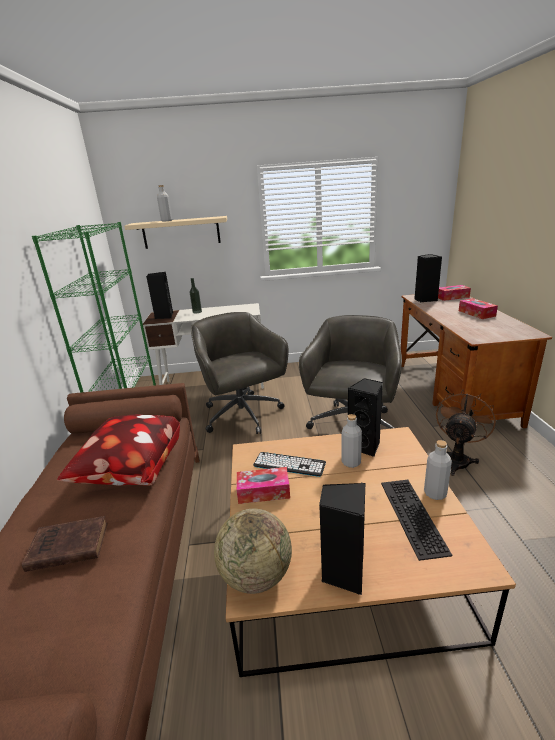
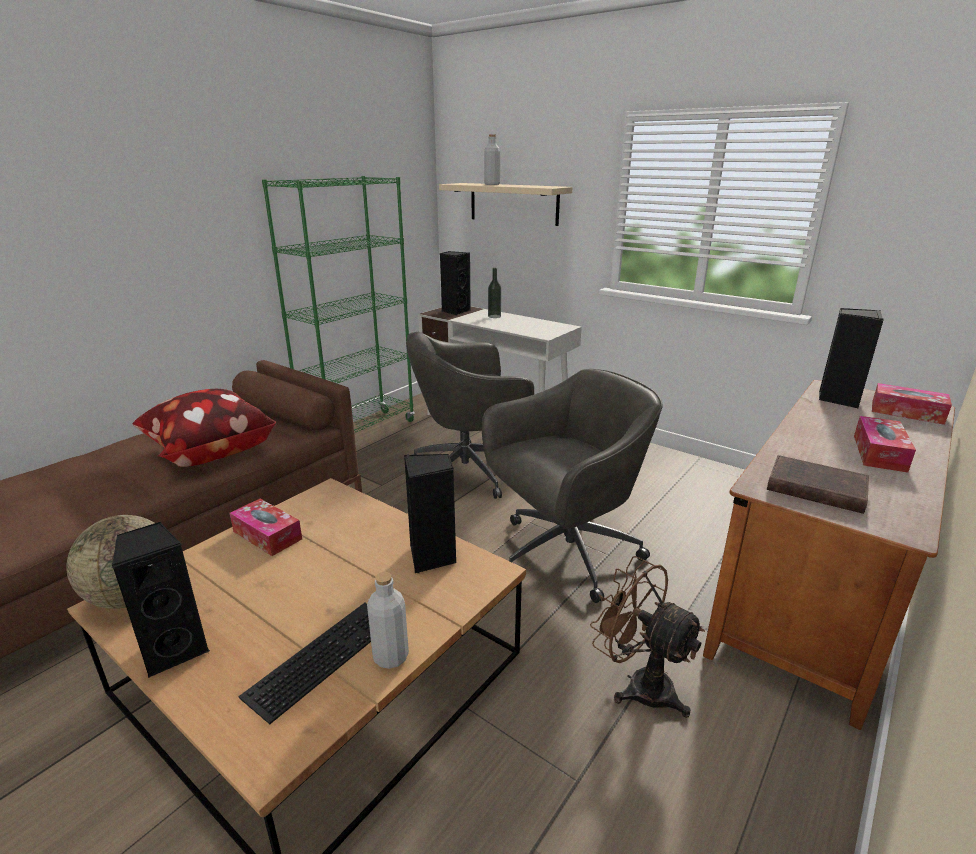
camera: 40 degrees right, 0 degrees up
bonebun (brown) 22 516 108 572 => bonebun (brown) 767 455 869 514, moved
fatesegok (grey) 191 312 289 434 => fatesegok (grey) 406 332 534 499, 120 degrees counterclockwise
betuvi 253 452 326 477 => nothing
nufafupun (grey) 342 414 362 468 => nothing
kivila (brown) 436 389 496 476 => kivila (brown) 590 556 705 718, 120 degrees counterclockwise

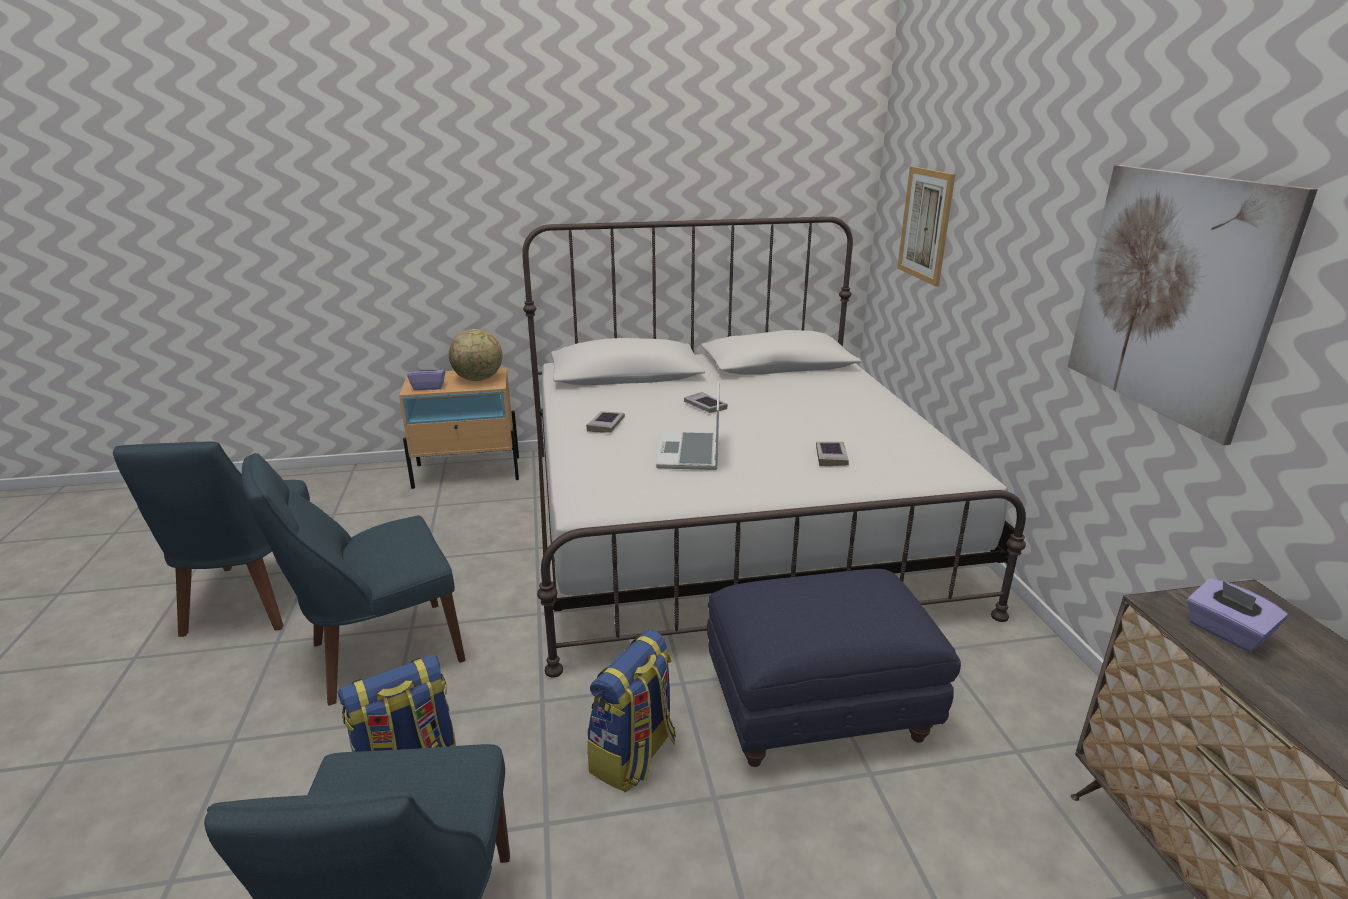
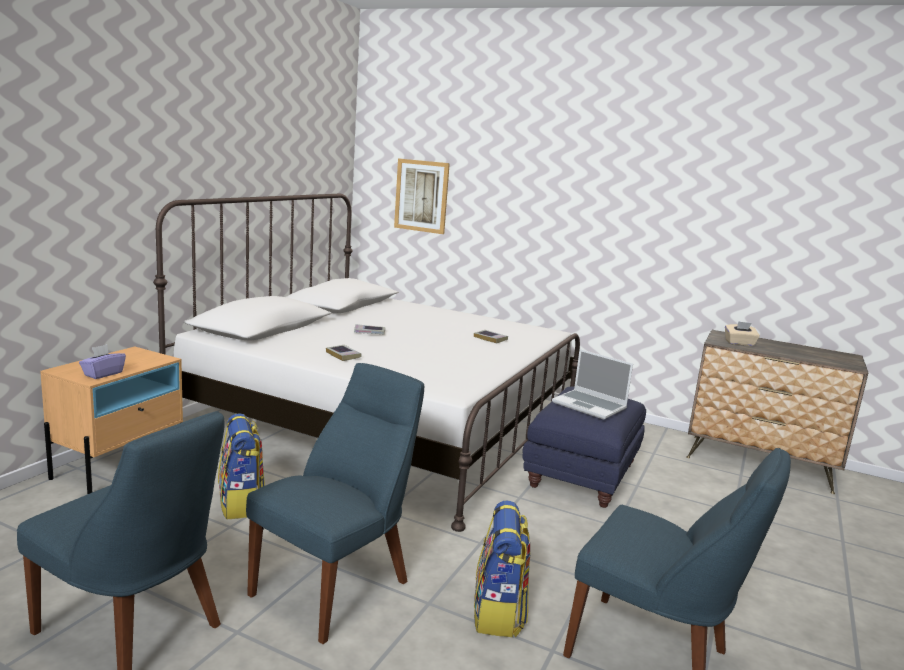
camera: 55 degrees left, 10 degrees down
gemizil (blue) 242 453 466 706 => gemizil (blue) 246 363 424 644, 150 degrees counterclockwise
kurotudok 449 329 502 381 => nothing
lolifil 587 630 676 792 => lolifil 218 413 265 519, moved
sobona 656 381 720 470 => sobona 552 349 633 420, moved
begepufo 1068 165 1318 445 => nothing
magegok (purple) 1187 578 1288 652 => magegok (beige) 725 321 760 346

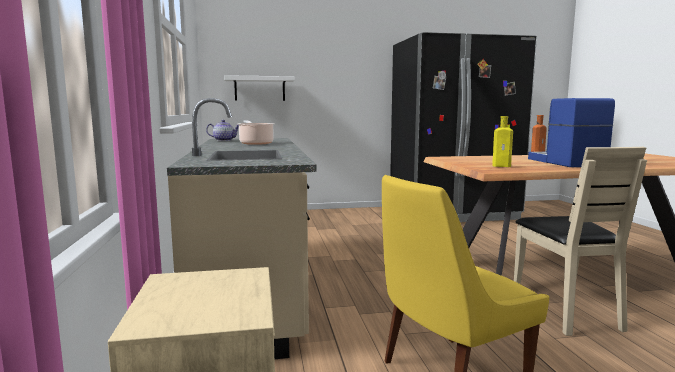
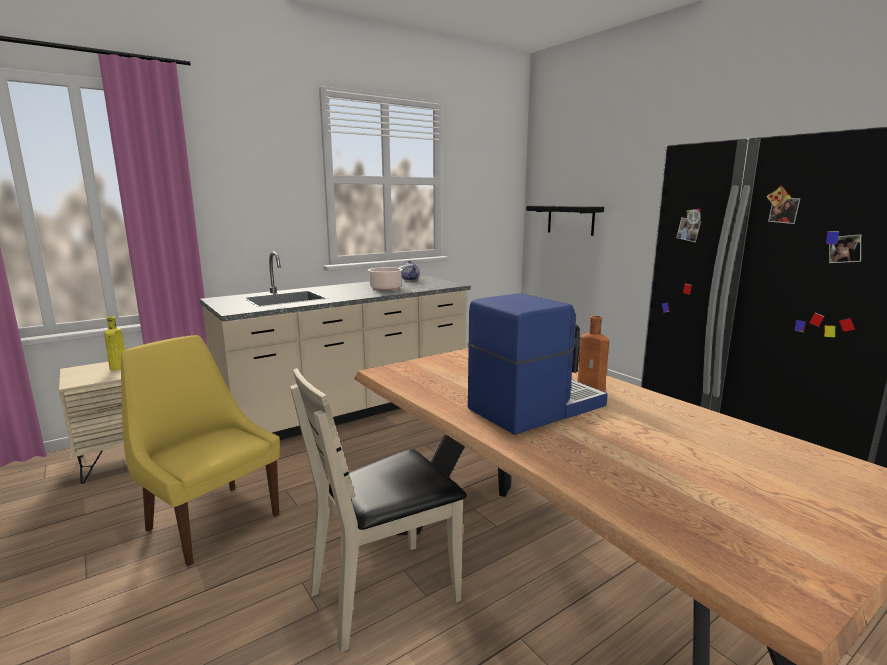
camera: 65 degrees right, 5 degrees up
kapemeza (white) 224 75 295 101 => kapemeza (black) 526 206 604 236
nufafupun (yellow) 492 116 513 167 => nufafupun (yellow) 104 316 125 370, moved

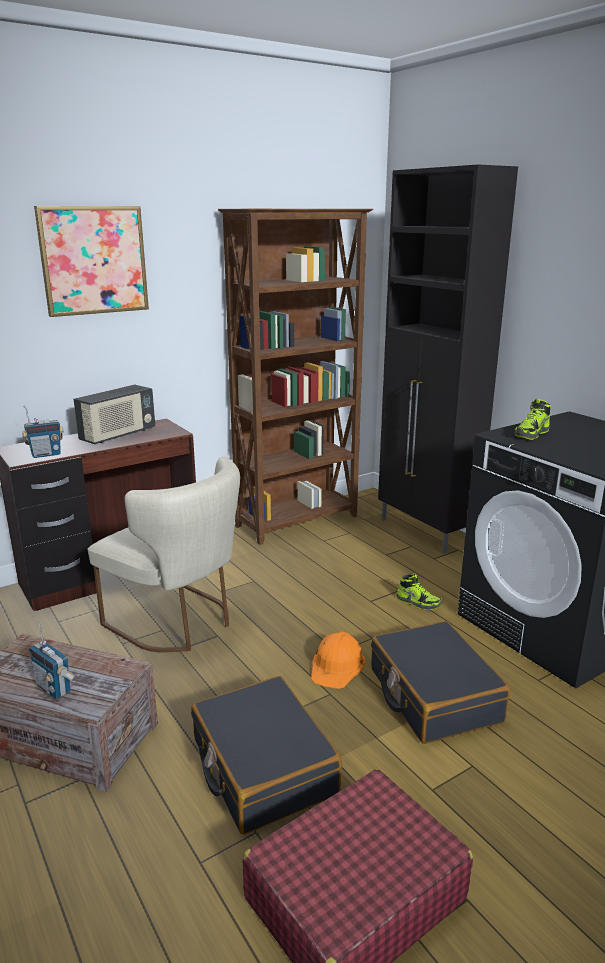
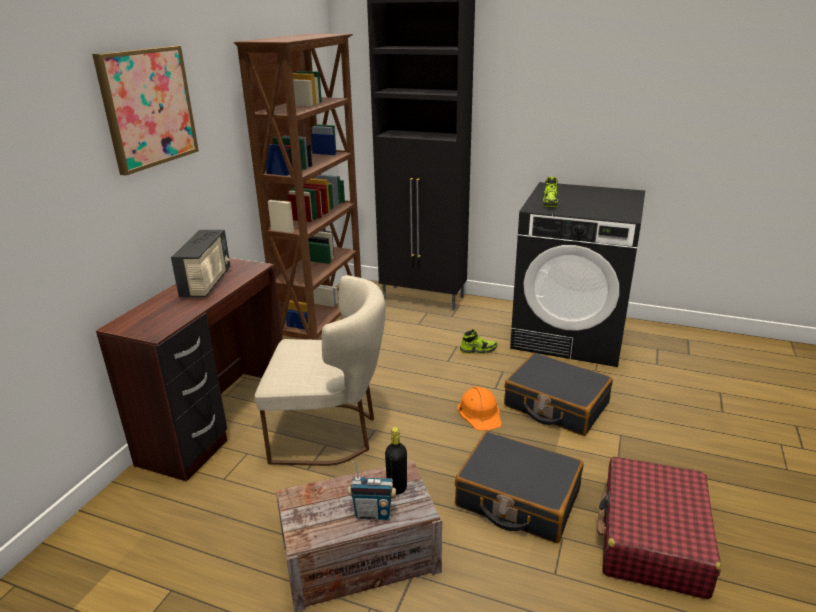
camera: 35 degrees left, 5 degrees up
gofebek 22 406 64 458 => nothing
nothing => nufafupun (black) 385 427 407 494

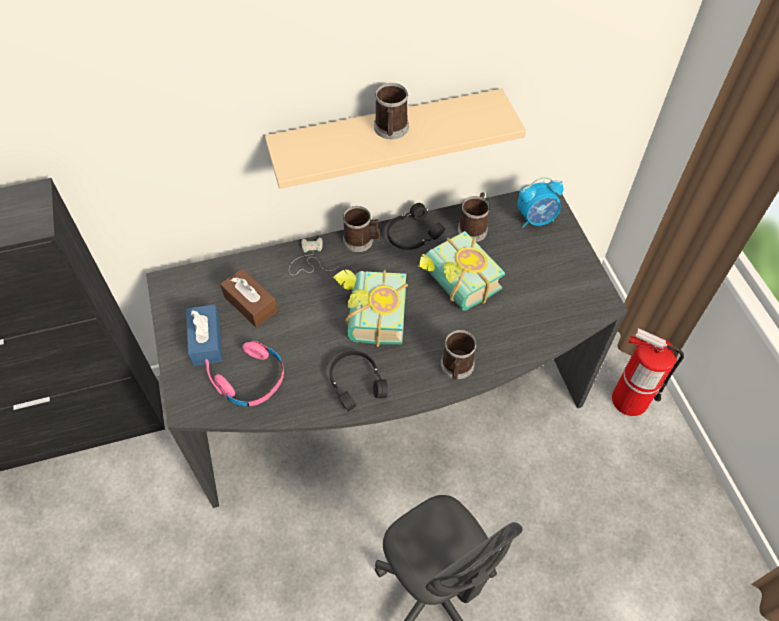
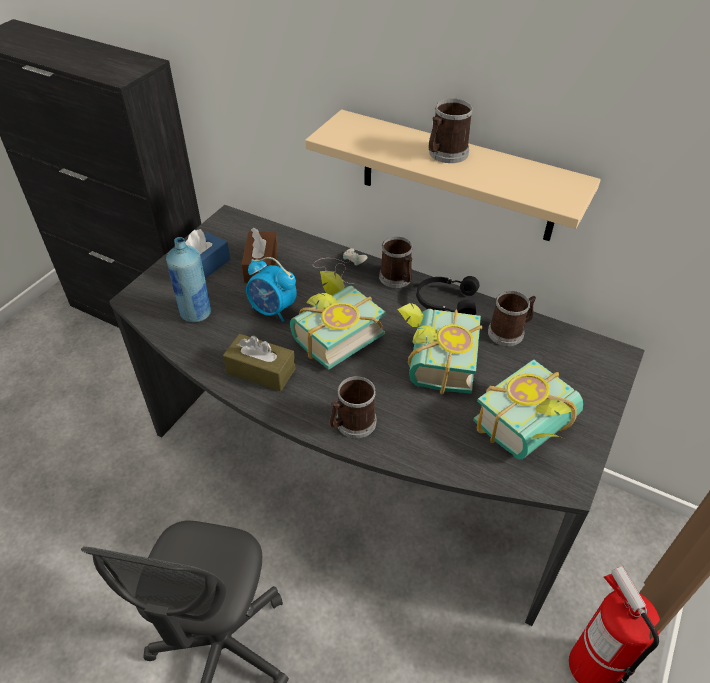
camera: 45 degrees right, 10 degrees down
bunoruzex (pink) 205 341 284 407 => nufafupun (blue) 166 237 211 323
bunoruzex (black) 329 351 388 412 => magegok (brown) 223 334 296 391
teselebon 517 177 563 228 => teselebon 246 257 297 321, moved
nothing => bonebun 473 359 583 459

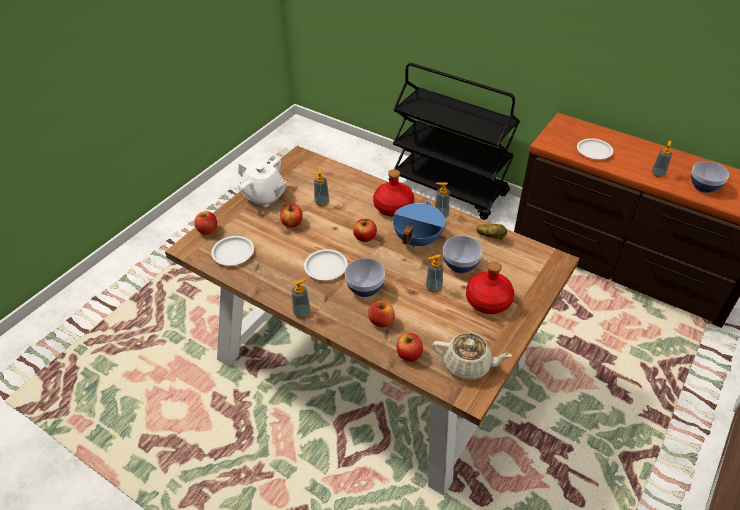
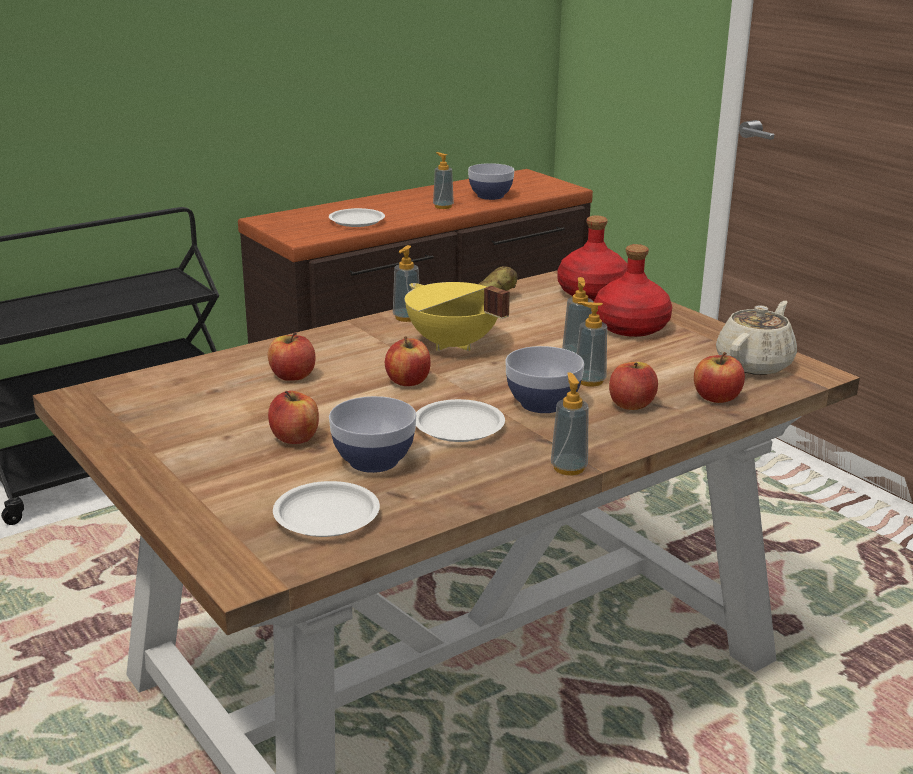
camera: 70 degrees left, 20 degrees down
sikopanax 194 211 217 235 => sikopanax 268 332 315 381, moved
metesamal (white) 238 158 287 207 => nothing
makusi 314 167 329 206 => makusi 577 302 607 387, moved
nufafupun (red) 373 169 414 217 => nufafupun (red) 558 215 627 301, moved
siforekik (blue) 393 200 445 247 => siforekik (yellow) 405 282 510 351
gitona 443 236 482 273 => gitona 329 396 416 473, moved

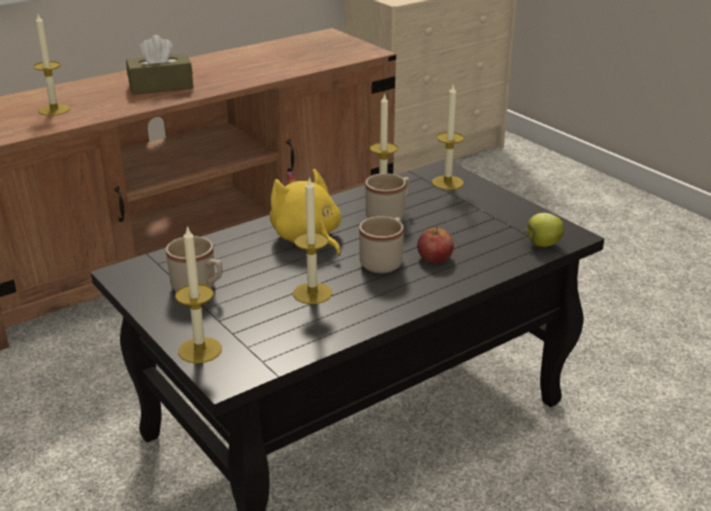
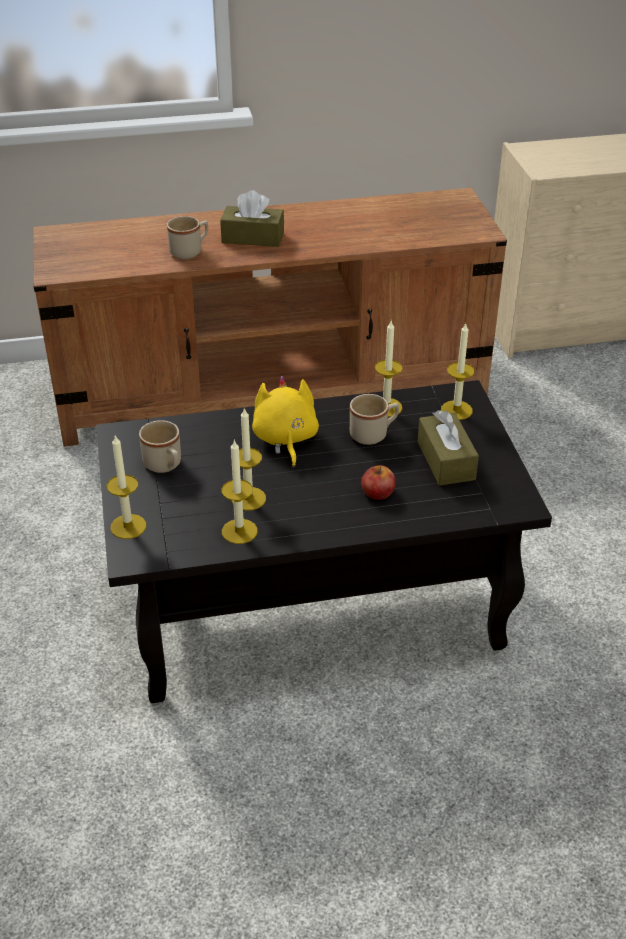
camera: 25 degrees right, 10 degrees up
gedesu 33 14 70 116 => gedesu 222 439 257 544, moved
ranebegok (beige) 359 216 404 273 => ranebegok (beige) 167 216 208 259, moved
sikopanax 525 213 564 247 => nothing
nothing => magegok (brown) 418 410 479 486

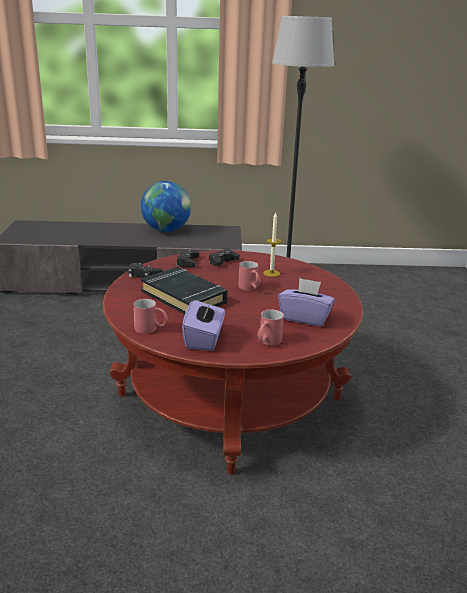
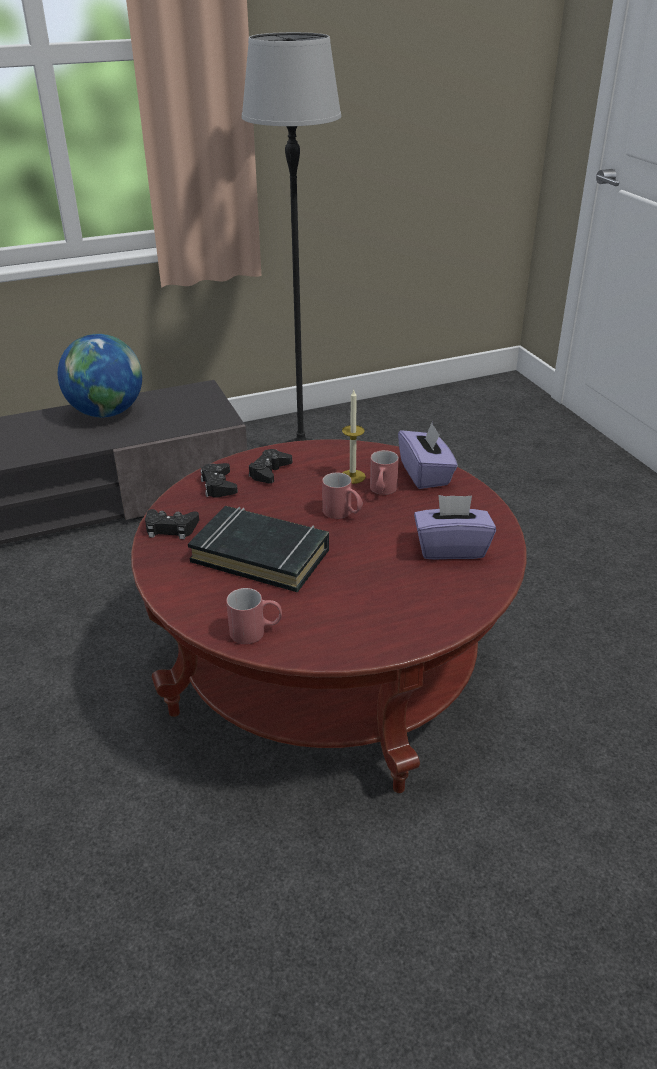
camera: 20 degrees left, 10 degrees up
magegok (purple) 182 298 225 351 => magegok (purple) 398 423 458 489, moved
ranebegok (red) 257 309 284 345 => ranebegok (red) 370 450 399 495, moved

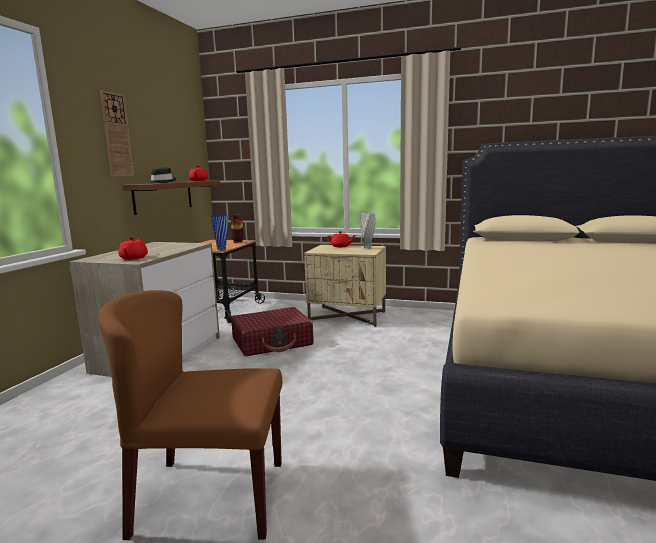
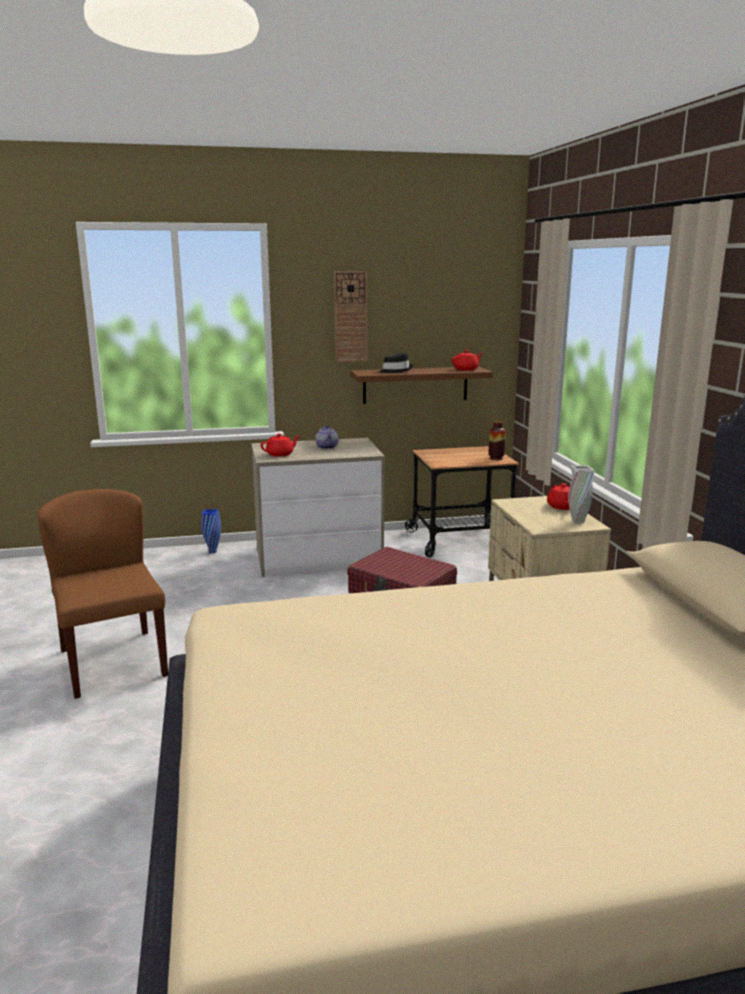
camera: 60 degrees right, 5 degrees up
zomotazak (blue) 211 214 228 250 => zomotazak (blue) 201 509 221 553, moved
nothing => metesamal 316 425 338 449

